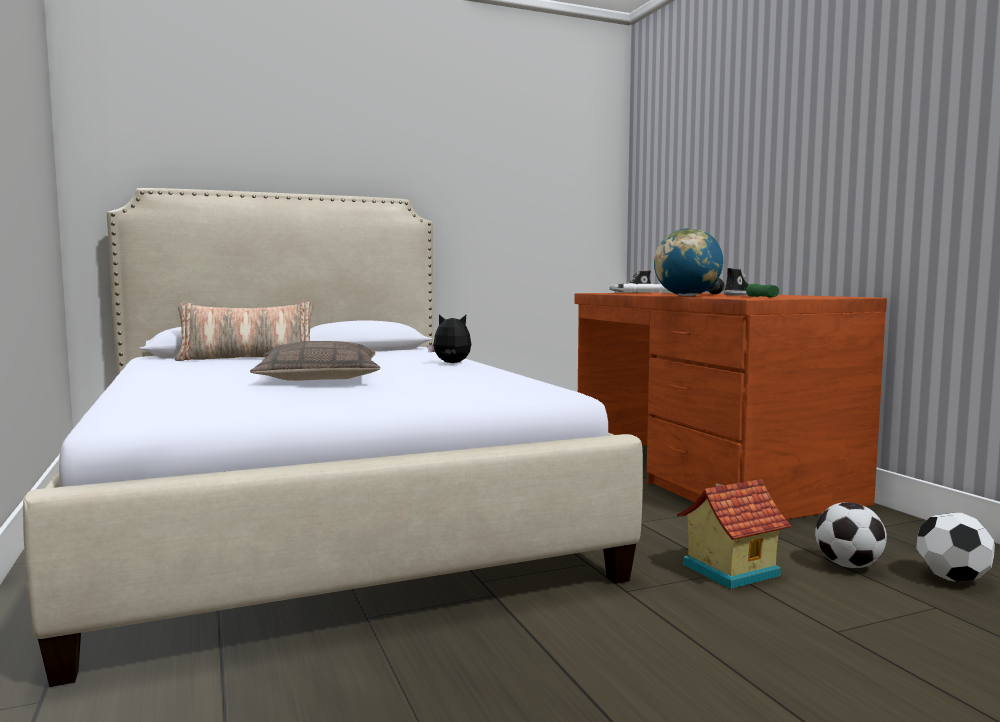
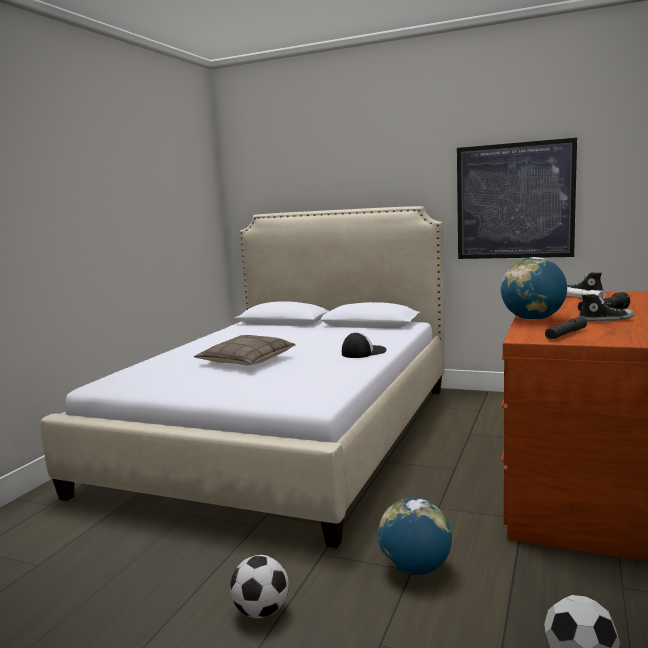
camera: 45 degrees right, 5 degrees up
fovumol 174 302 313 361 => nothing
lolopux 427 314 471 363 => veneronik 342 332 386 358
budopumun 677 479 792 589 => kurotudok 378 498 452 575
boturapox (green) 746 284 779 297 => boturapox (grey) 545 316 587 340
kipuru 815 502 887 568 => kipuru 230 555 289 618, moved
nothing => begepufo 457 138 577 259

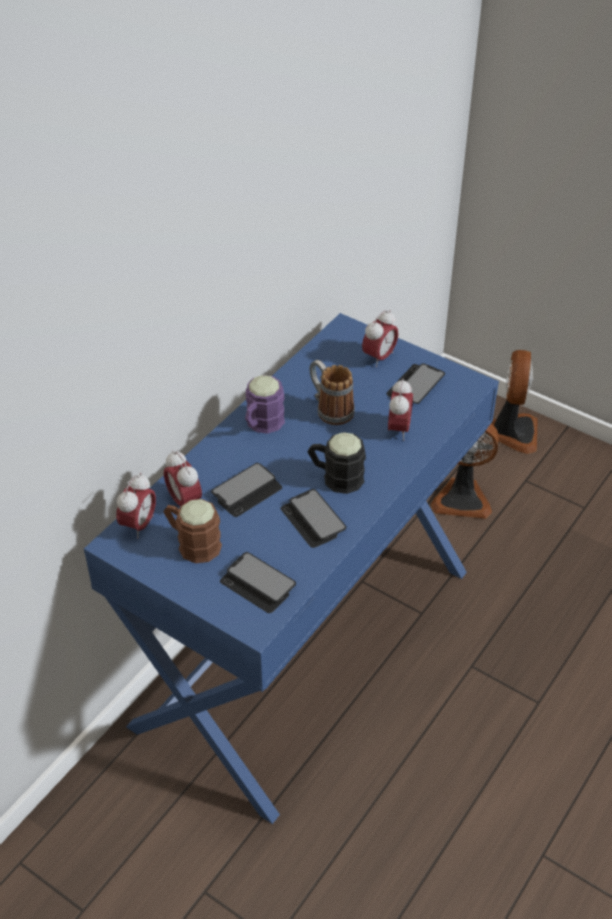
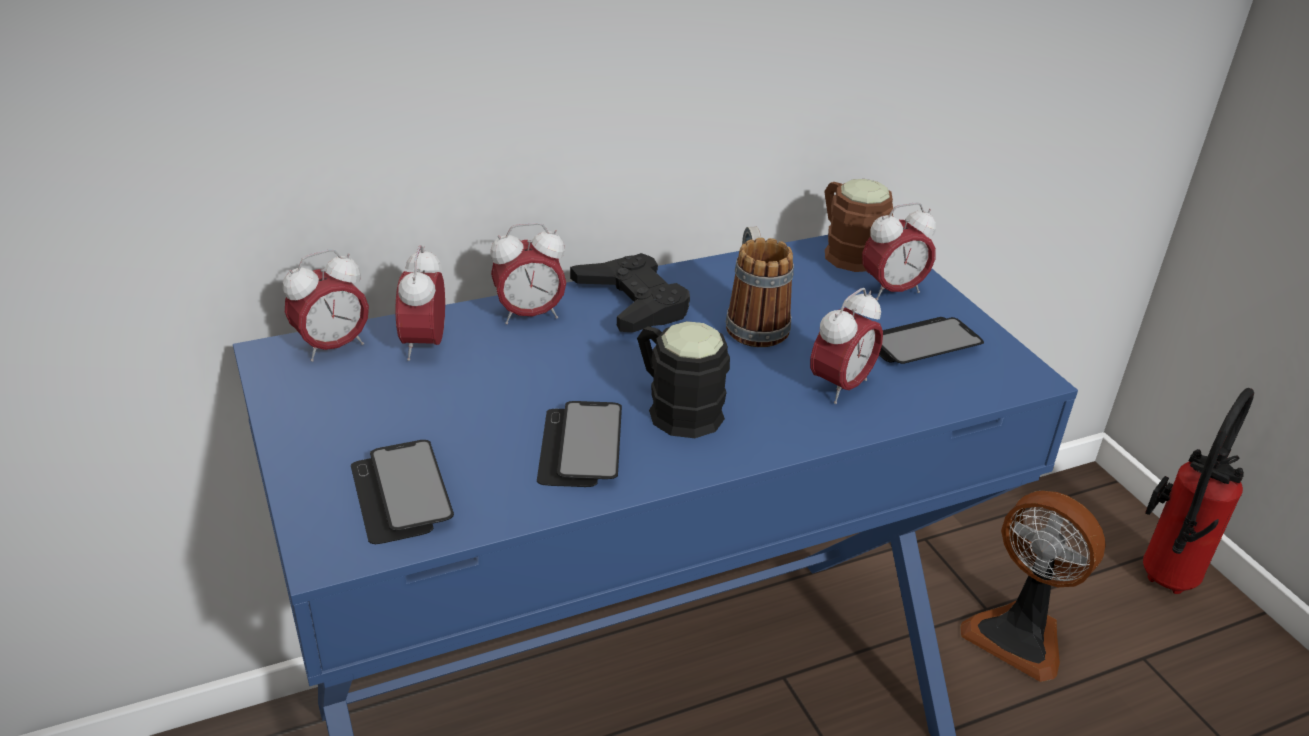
camera: 30 degrees right, 10 degrees down
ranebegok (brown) 163 499 222 563 => ranebegok (brown) 824 179 893 272, moved
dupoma 211 463 282 517 => nothing
ranebegok (purple) 245 375 285 434 => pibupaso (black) 570 253 690 332
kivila 490 350 538 454 => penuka 1143 388 1254 594
nothing => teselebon 490 223 566 324

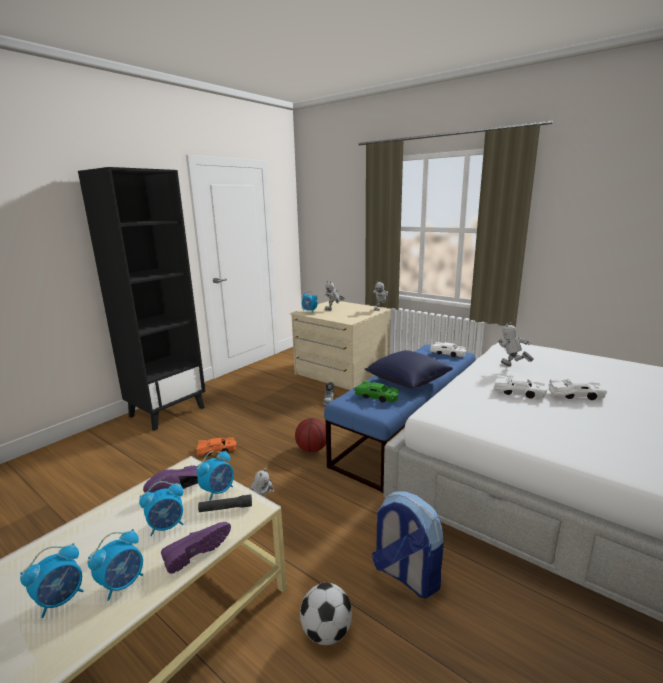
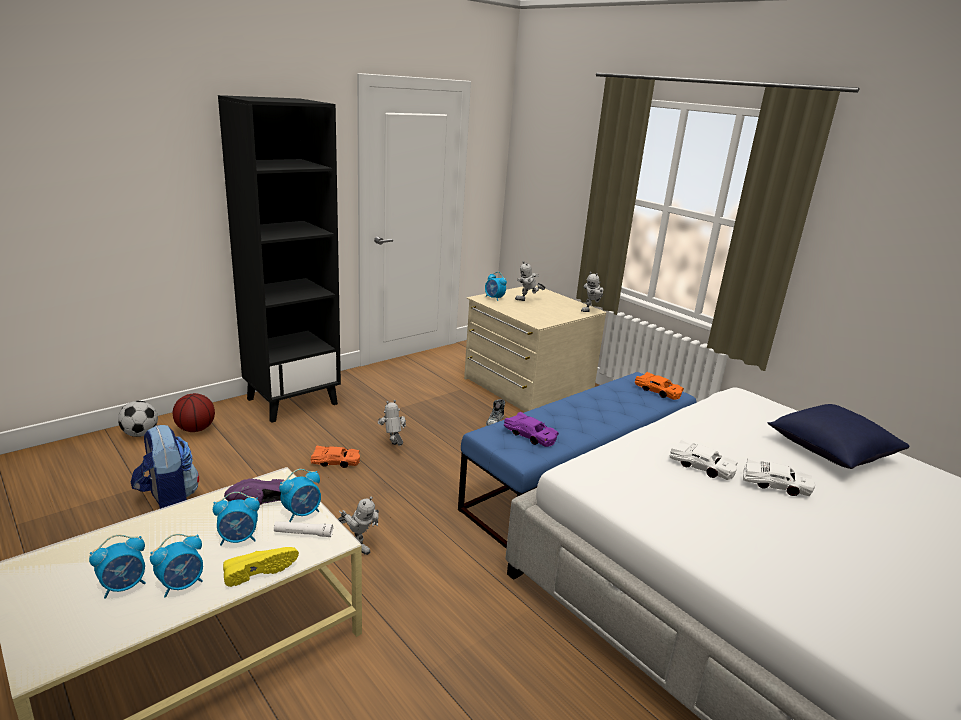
camera: 10 degrees right, 5 degrees up
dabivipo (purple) 161 522 231 574 => dabivipo (yellow) 223 547 299 587
boturapox (black) 198 494 252 512 => boturapox (white) 274 521 333 537
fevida 295 418 326 452 => fevida 173 393 215 432, moved
kipuru 300 583 352 645 => kipuru 118 401 158 437, moved
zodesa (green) 355 381 399 403 => zodesa (purple) 504 412 559 447
fovumol (blue) 364 350 453 388 => fovumol (blue) 768 404 909 469, moved
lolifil 372 491 444 598 => lolifil 131 425 199 509, moved
zodesa (white) 430 342 466 357 => zodesa (orange) 635 372 684 400
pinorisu 498 322 534 366 => pinorisu 378 400 406 446, moved

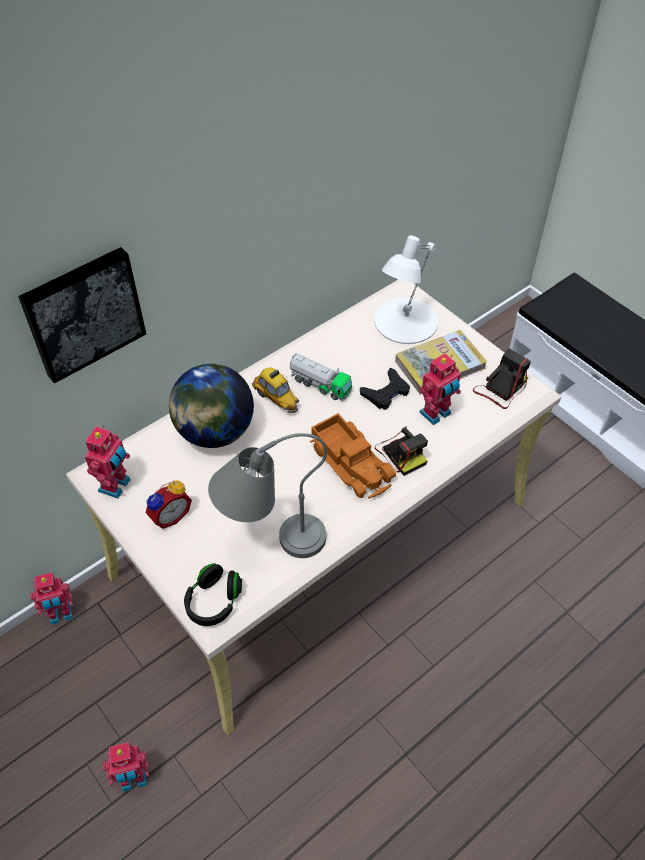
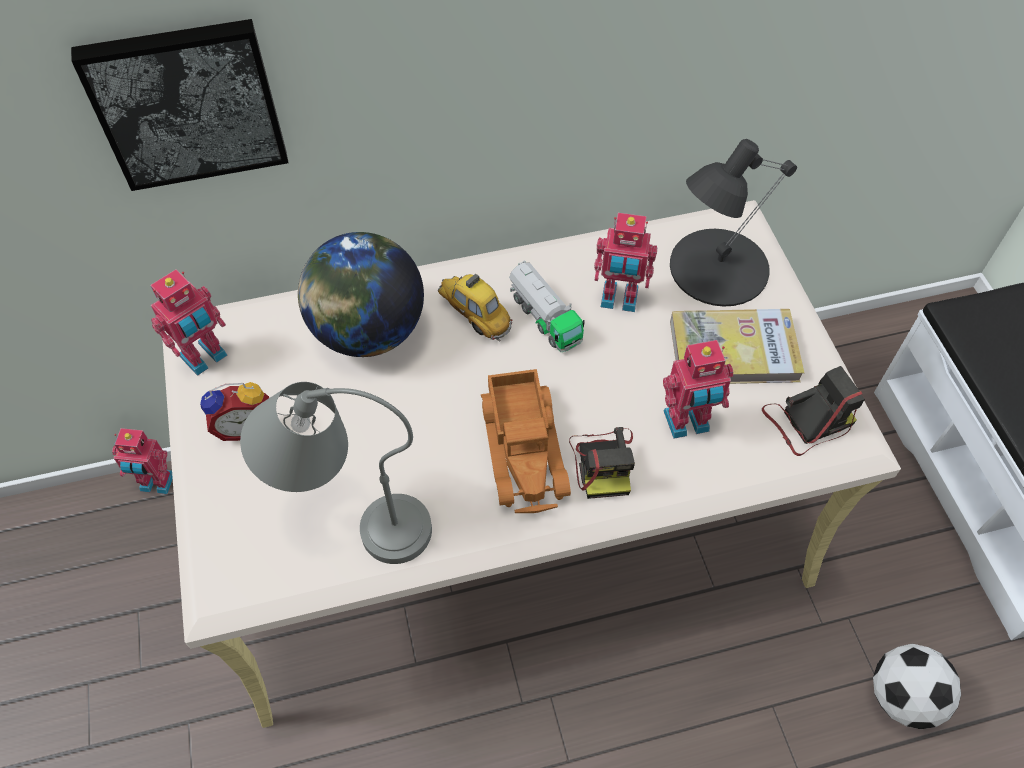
camera: 25 degrees right, 5 degrees up
pinorisu 103 742 149 792 => pinorisu 594 213 657 312, moved
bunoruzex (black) 184 563 242 626 => nothing
zodesa 252 367 299 413 => zodesa 438 274 513 342, 150 degrees clockwise
pibupaso (black) 360 367 410 410 => nothing
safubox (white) 374 235 438 344 => safubox (black) 670 139 797 306
nothing => kipuru 873 644 961 729

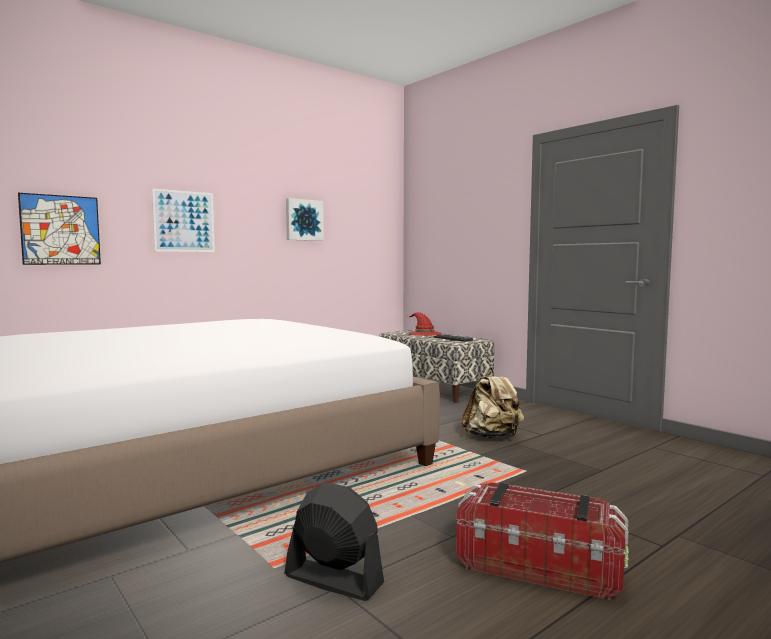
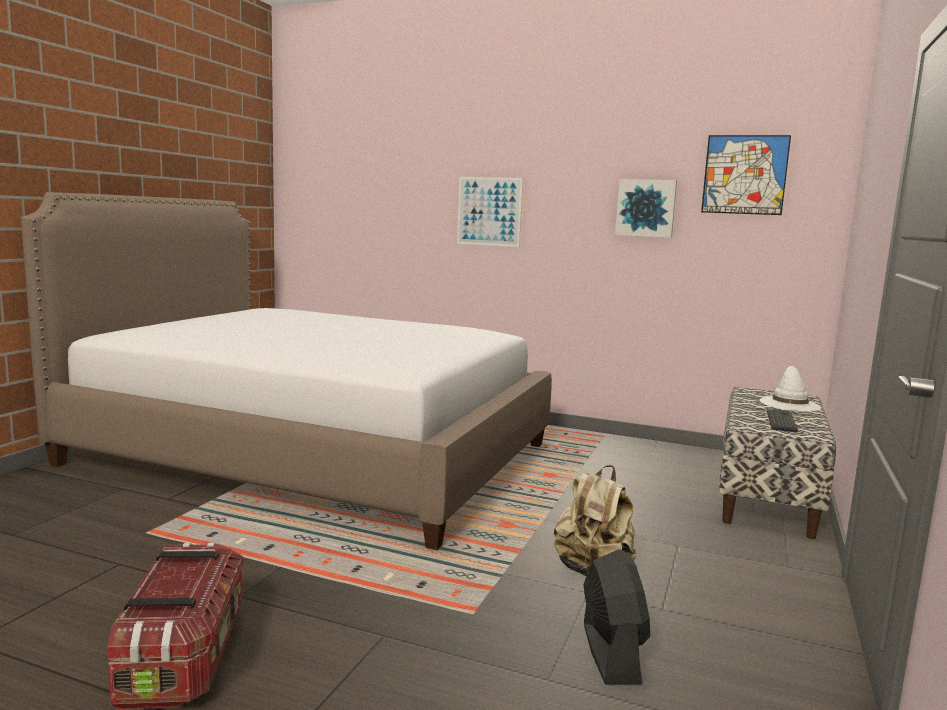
camera: 60 degrees right, 5 degrees up
begepufo 18 193 101 265 => begepufo 701 135 791 215, moved
kivila (black) 285 483 384 601 => kivila (black) 583 549 650 685, moved
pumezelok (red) 408 312 442 336 => pumezelok (white) 760 366 821 412

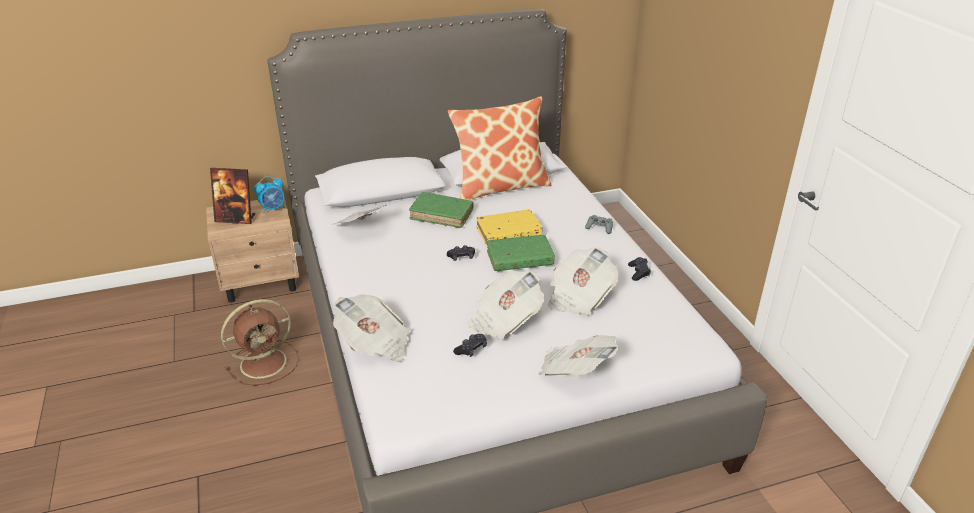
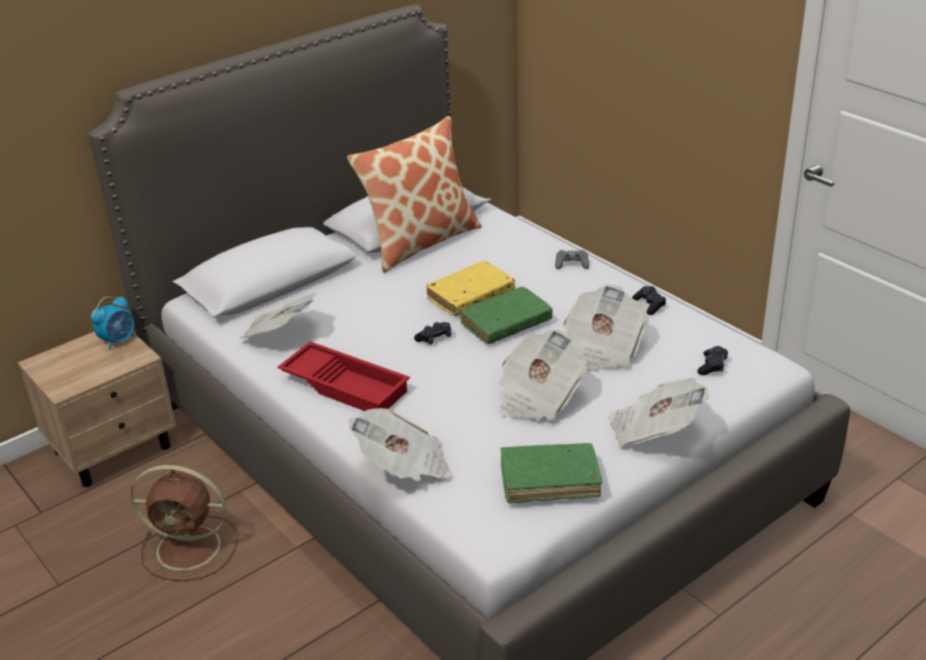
camera: 20 degrees left, 0 degrees up
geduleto 210 168 255 224 => nothing
kivila (brown) 221 299 299 386 => kivila (brown) 130 465 237 581, 60 degrees clockwise
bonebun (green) 409 192 474 228 => bonebun (green) 501 443 602 504, moved
pibupaso (black) 453 334 487 357 => pibupaso (black) 697 346 728 375, moved
nothing => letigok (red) 278 341 410 411

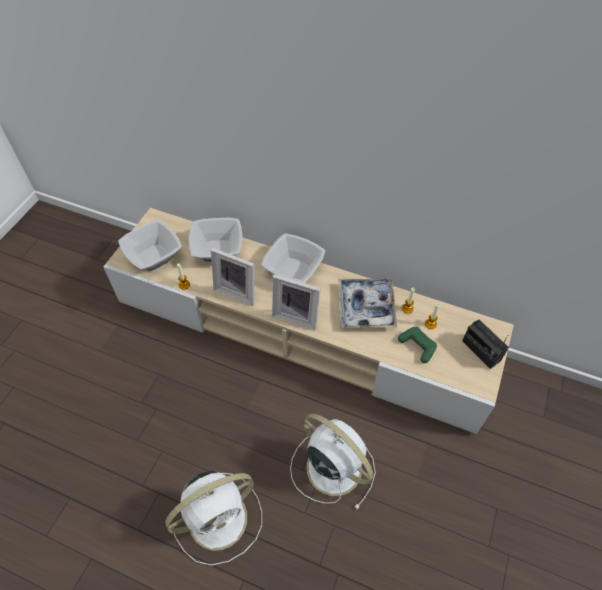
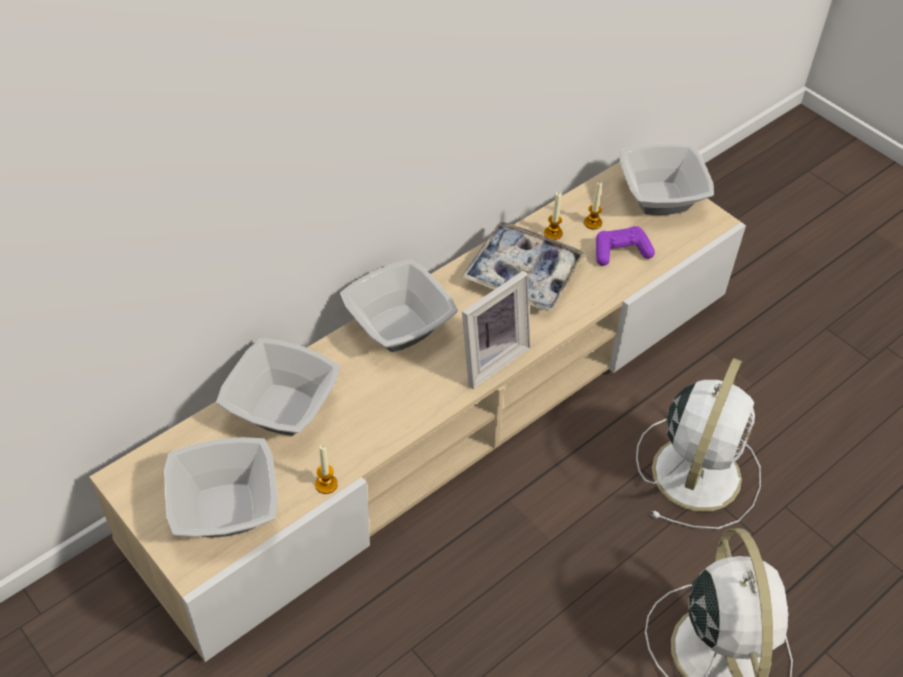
camera: 65 degrees left, 5 degrees down
geduleto 211 248 254 306 => nothing
kivila (white) 290 413 376 510 => kivila (white) 636 358 761 529, 135 degrees clockwise
pibupaso (green) 398 327 437 363 => pibupaso (purple) 596 226 655 266
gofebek 462 320 509 369 => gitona 620 143 714 215

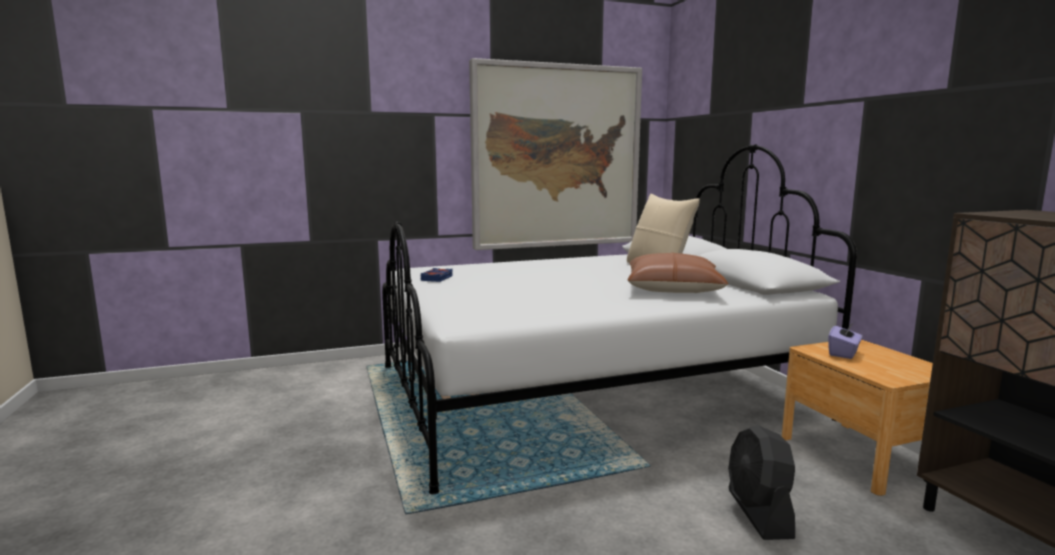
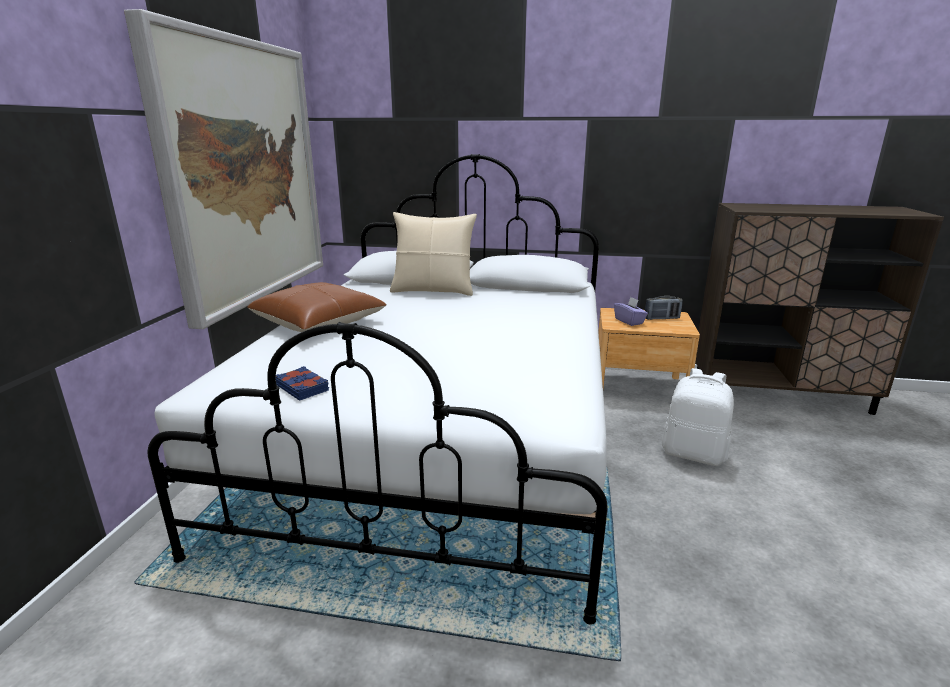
camera: 60 degrees left, 10 degrees up
fovumol (brown) 628 253 728 293 => fovumol (brown) 247 282 387 332, moved
kivila (black) 728 425 795 540 => lolifil (white) 662 368 734 466
nothing => gofebek 645 296 683 320

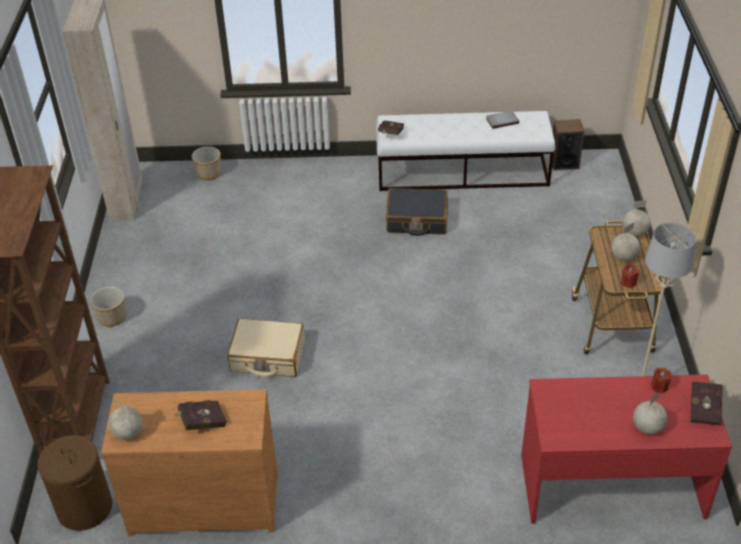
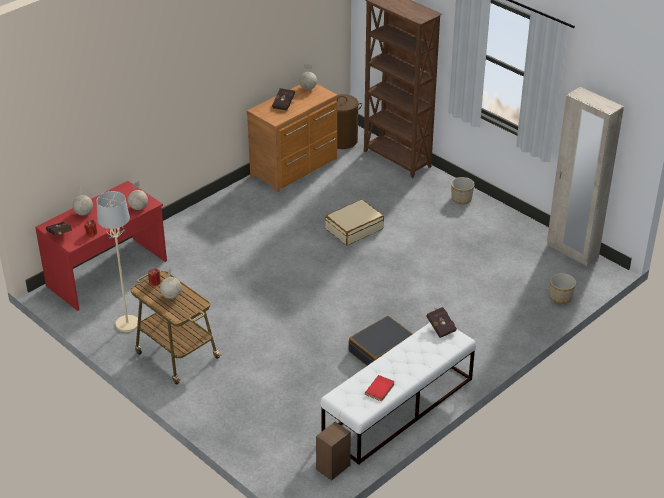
camera: 135 degrees right, 5 degrees down
bonebun (grey) 486 111 519 129 => bonebun (red) 365 375 395 401
kurotudok 622 200 650 237 => kurotudok 128 181 148 210, moved

